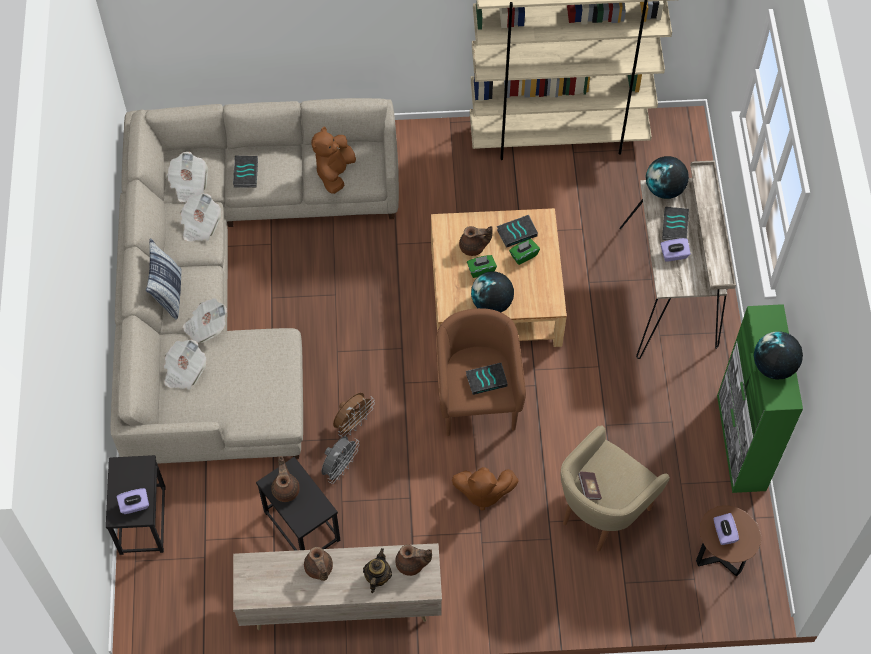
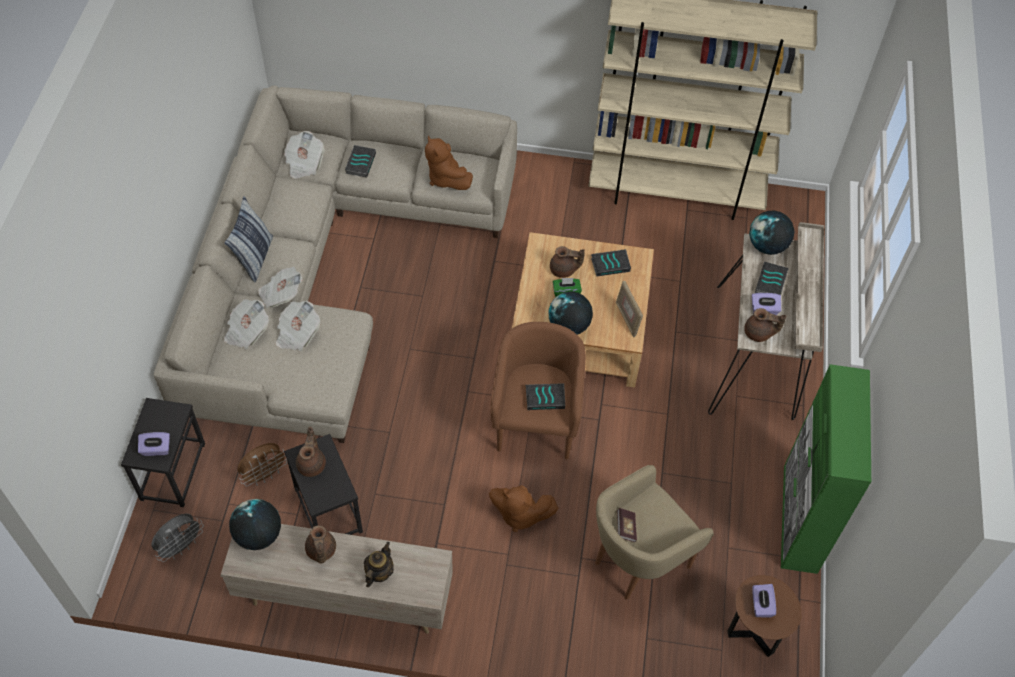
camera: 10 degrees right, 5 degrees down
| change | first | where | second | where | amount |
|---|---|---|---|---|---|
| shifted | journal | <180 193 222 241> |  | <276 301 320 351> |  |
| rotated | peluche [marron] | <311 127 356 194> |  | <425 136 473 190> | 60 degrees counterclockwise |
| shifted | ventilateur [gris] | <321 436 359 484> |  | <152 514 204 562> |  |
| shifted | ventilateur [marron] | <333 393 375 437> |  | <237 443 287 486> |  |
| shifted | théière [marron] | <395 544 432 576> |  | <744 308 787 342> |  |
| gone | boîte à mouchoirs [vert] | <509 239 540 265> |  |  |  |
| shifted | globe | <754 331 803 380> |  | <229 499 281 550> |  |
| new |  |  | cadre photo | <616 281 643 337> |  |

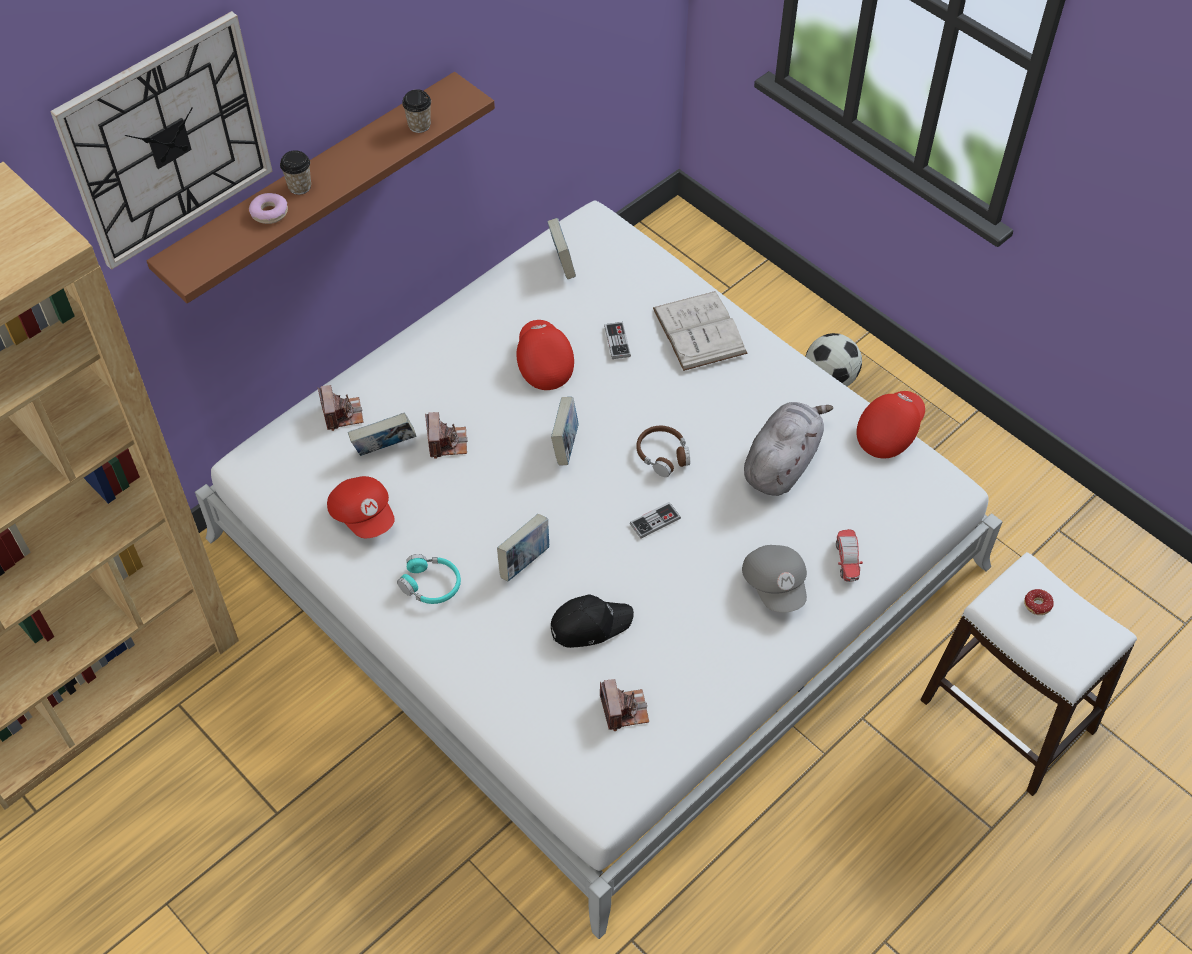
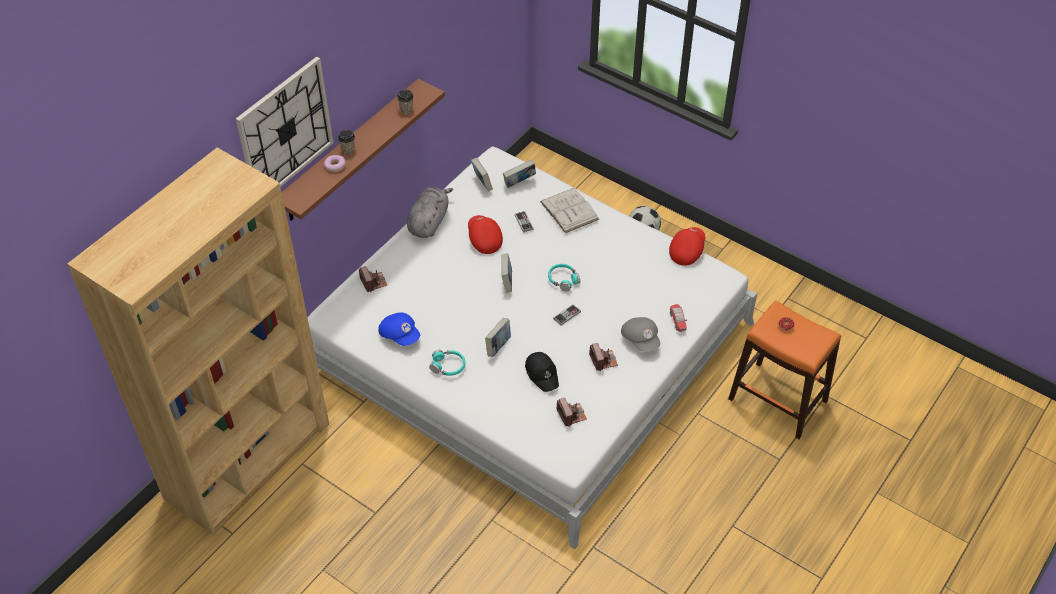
camera: 10 degrees left, 5 degrees down
| change | first | where | second | where | amount |
|---|---|---|---|---|---|
| repainted | casquette [rouge] | <327 476 395 538> | casquette [bleu] | <378 313 420 346> |  |
| shifted | livre | <348 413 416 456> |  | <503 159 536 188> |  |
| shifted | appareil photo | <425 412 468 459> |  | <589 343 618 371> |  |
| rotated | casquette [noir] | <551 594 634 648> |  | <525 352 559 392> | 90 degrees clockwise |
| repainted | casque audio [marron] | <636 426 690 477> | casque audio [turquoise] | <548 264 580 292> |  |
| shifted | peluche [gris] | <744 402 833 496> |  | <407 187 453 238> |  |
| repainted | tabouret [blanc] | <921 552 1137 796> | tabouret [orange] | <728 301 841 439> |  |

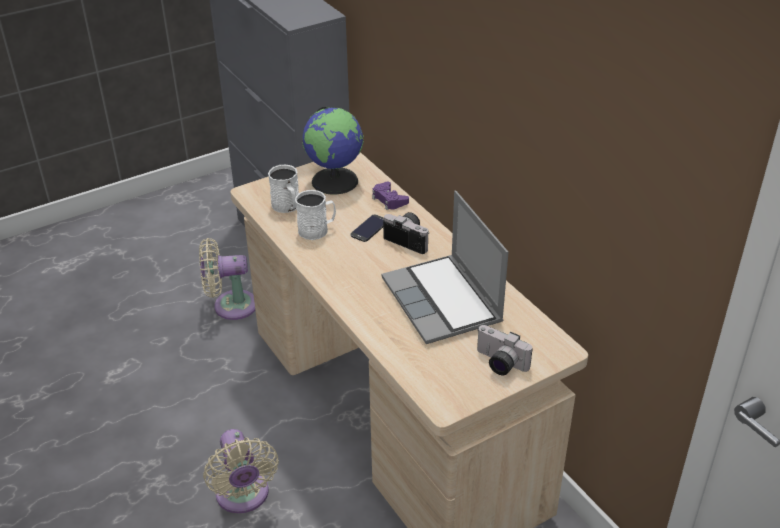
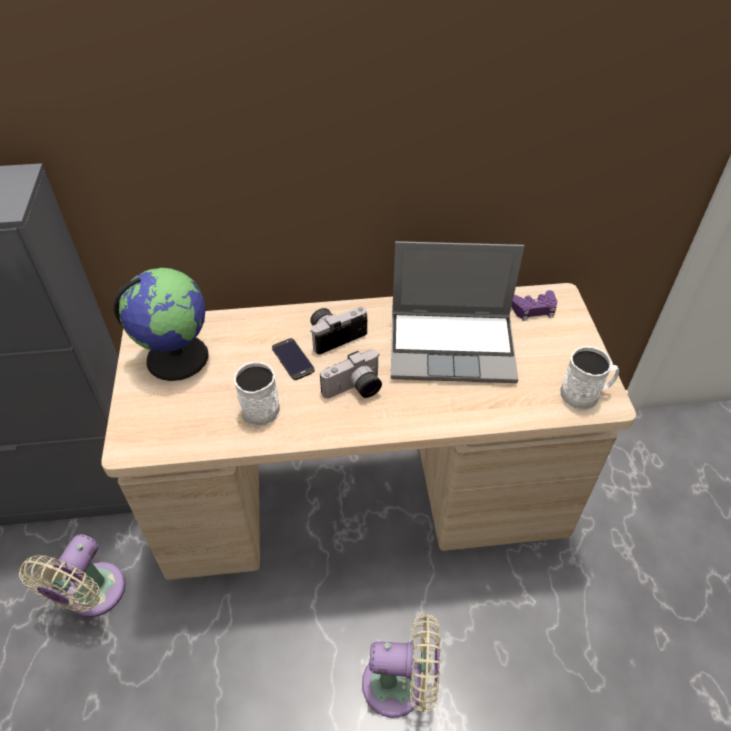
camera: 65 degrees left, 10 degrees up
| change | first | where | second | where | amount |
|---|---|---|---|---|---|
| shifted | mug [blanc] | <268 165 299 213> |  | <560 346 619 409> |  |
| shifted | manette [violet] | <372 182 409 210> |  | <511 290 557 321> |  |
| shifted | appareil photo | <477 325 533 375> |  | <320 349 382 399> |  |

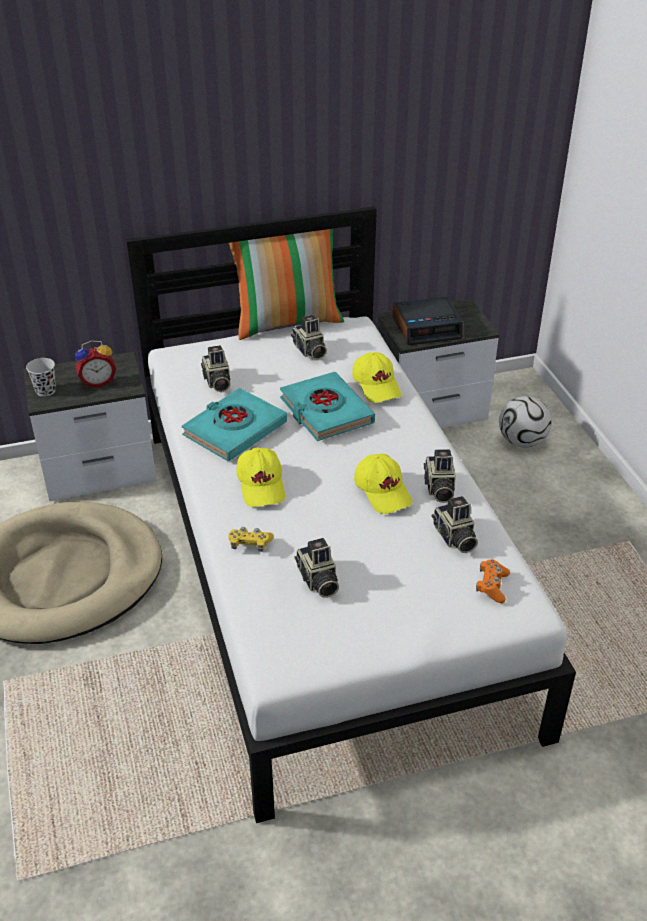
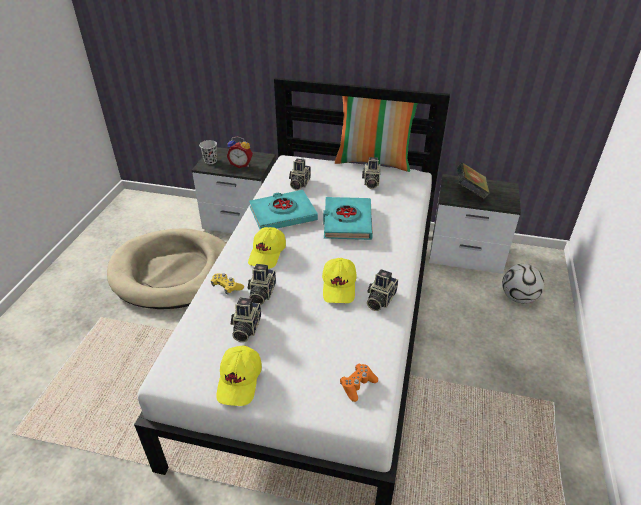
camera: 30 degrees right, 0 degrees up
| change | first | where | second | where | amount |
|---|---|---|---|---|---|
| shifted | casquette [jaune] | <352 352 401 403> |  | <216 346 262 406> |  |
| swapped | réveil | <393 297 463 345> | livre | <457 162 490 200> |  |
| shifted | appareil photo | <432 496 478 553> |  | <248 264 276 305> |  |

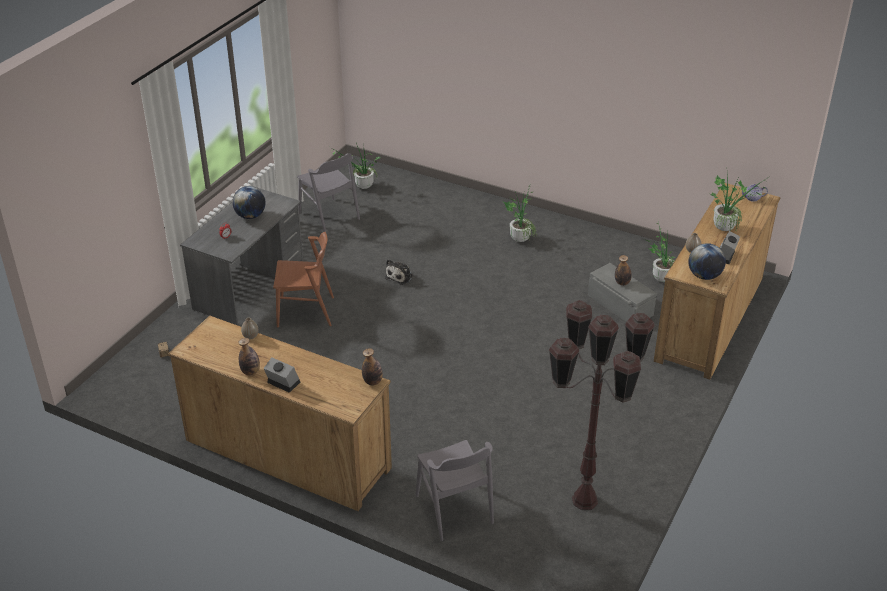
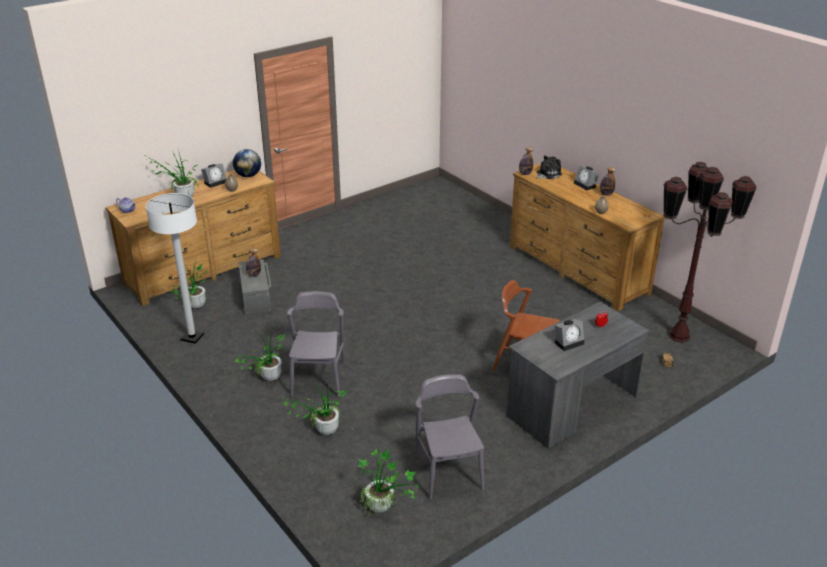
camera: 155 degrees left, 5 degrees down
| change | first | where | second | where | amount |
|---|---|---|---|---|---|
| swapped | globe | <232 186 266 219> | réveil | <554 319 584 351> |  |
| shifted | peluche | <385 259 413 285> |  | <536 155 562 179> |  |
| shifted | chaise [gris] | <416 440 494 541> |  | <287 291 345 397> |  |
| shifted | lampadaire [marron] | <549 300 655 510> |  | <664 162 756 343> |  |
| new |  |  | lampadaire [blanc] | <146 193 204 343> |  |
| new |  |  | plante en pot | <281 384 349 435> |  |

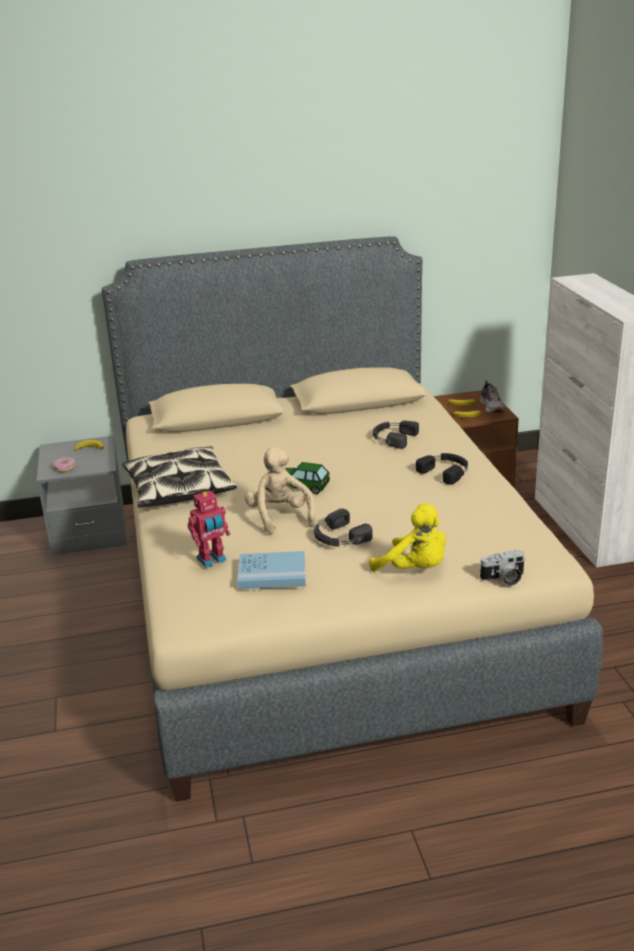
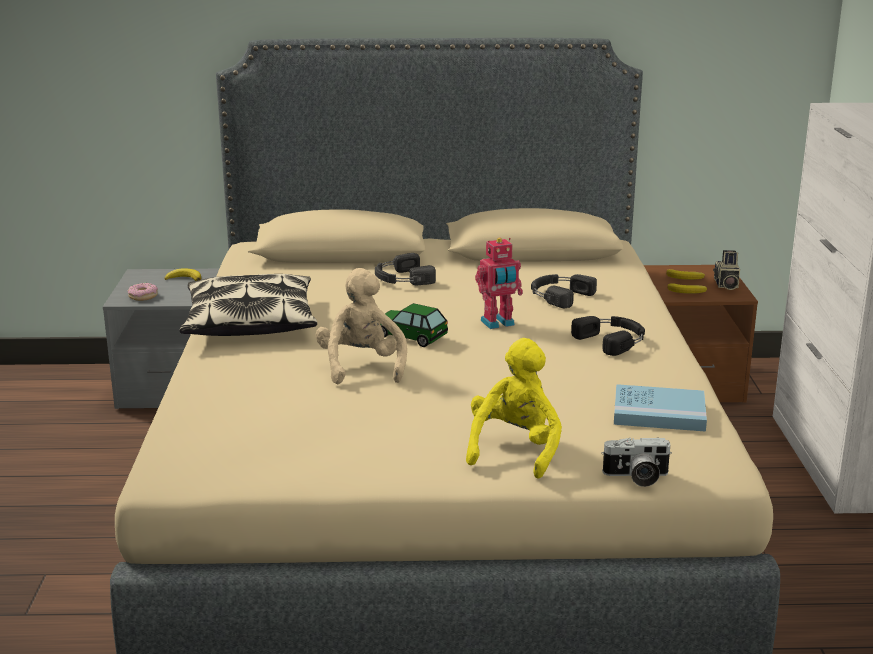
camera: 10 degrees right, 5 degrees down
| change | first | where | second | where | amount |
|---|---|---|---|---|---|
| shifted | robot jouet | <188 490 230 568> |  | <475 238 523 329> |  |
| shifted | livre [bleu] | <237 551 306 589> |  | <614 384 707 432> |  |
| shifted | casque audio [noir] | <314 509 373 547> |  | <375 253 436 285> |  |
| rotated | peluche [jaune] | <369 504 446 571> |  | <466 338 562 479> | 120 degrees counterclockwise |
| swapped | chaussure | <480 381 505 413> | appareil photo | <713 250 740 290> |  |

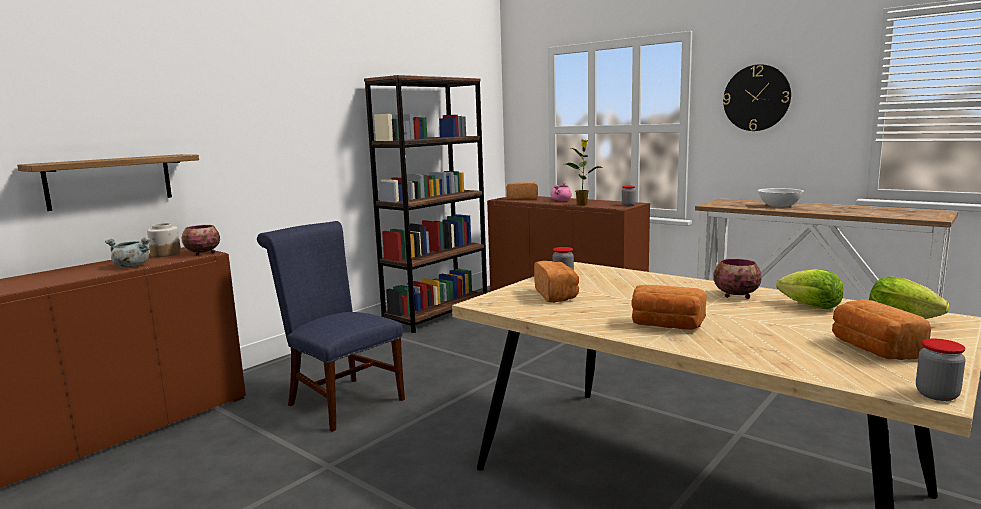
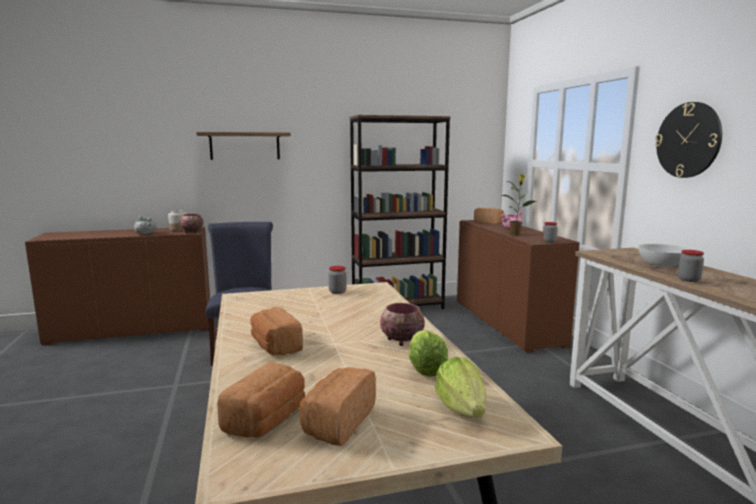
camera: 35 degrees right, 0 degrees up
| change | first | where | second | where | amount |
|---|---|---|---|---|---|
| shifted | étagère | <17 154 199 211> |  | <196 132 291 160> |  |
| shifted | pain | <534 261 579 303> |  | <217 362 305 438> |  |
| shifted | bocal | <916 339 966 401> |  | <678 250 704 282> |  |

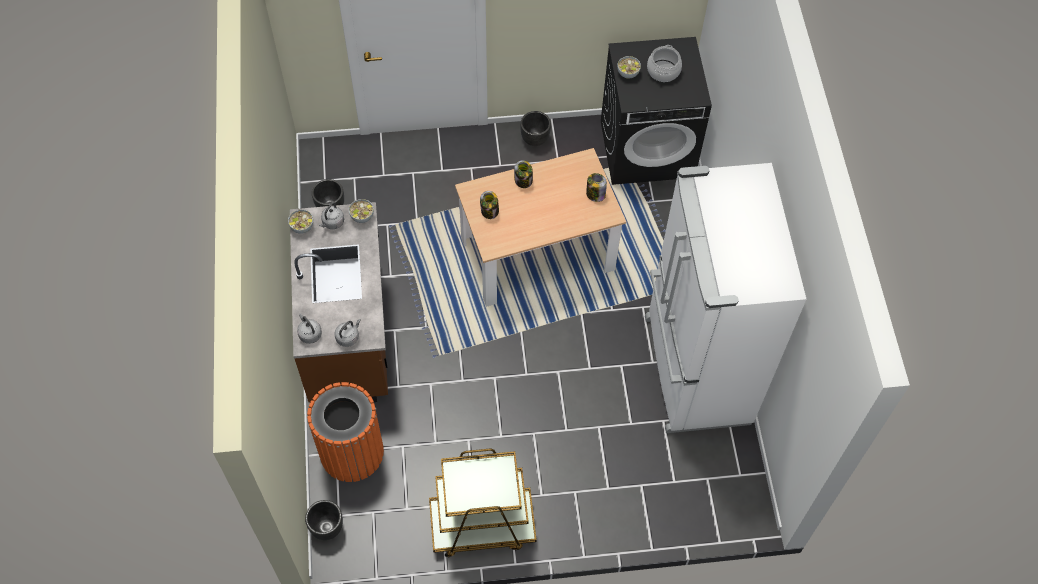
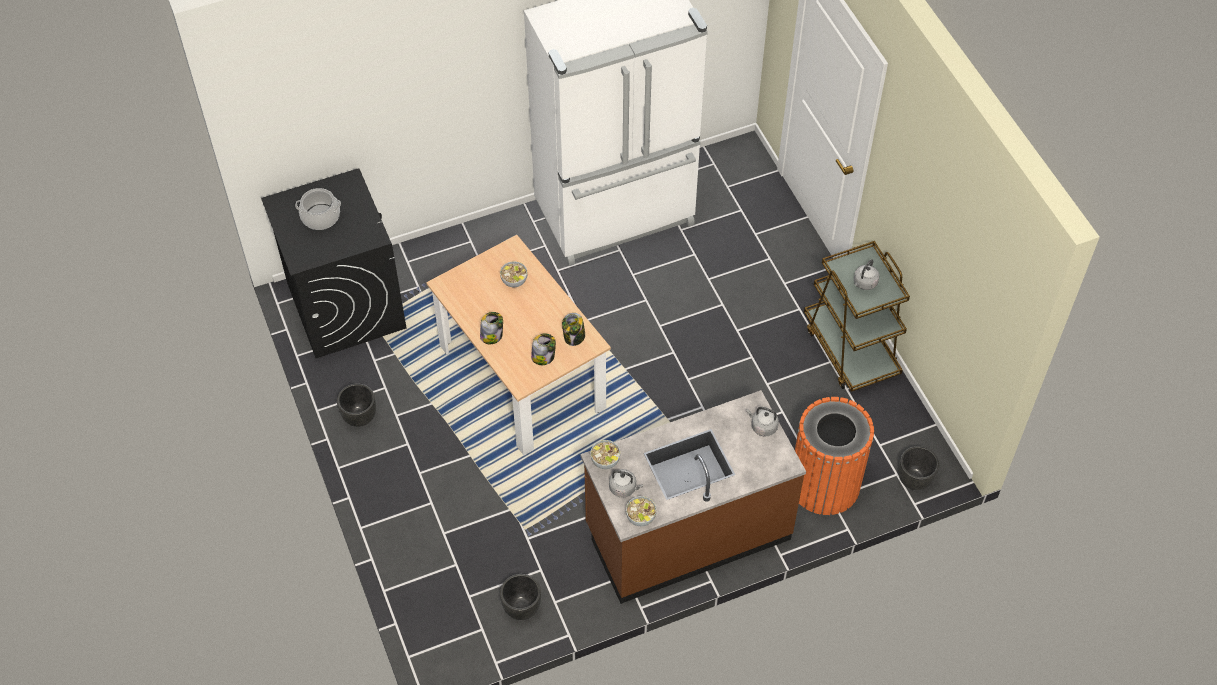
camera: 105 degrees left, 5 degrees down
| change | first | where | second | where | amount |
|---|---|---|---|---|---|
| shifted | bouilloire [gris] | <297 313 322 344> |  | <854 259 879 290> |  |
| shifted | bocal | <586 173 607 202> |  | <562 313 585 346> |  |
| shifted | bol | <617 56 641 79> |  | <500 261 527 287> |  |

